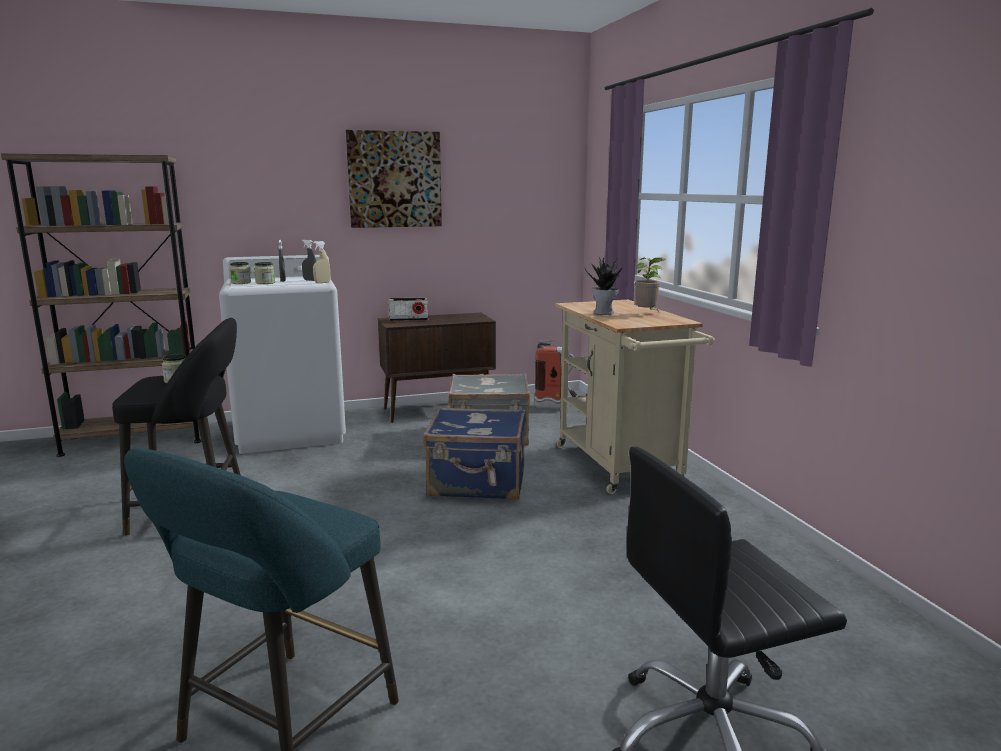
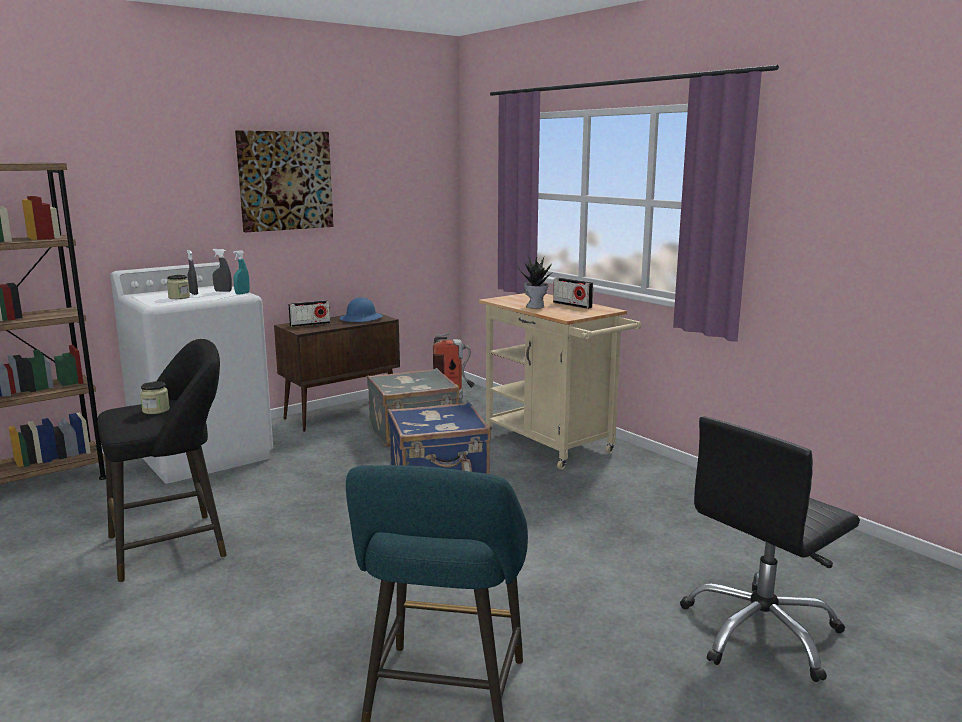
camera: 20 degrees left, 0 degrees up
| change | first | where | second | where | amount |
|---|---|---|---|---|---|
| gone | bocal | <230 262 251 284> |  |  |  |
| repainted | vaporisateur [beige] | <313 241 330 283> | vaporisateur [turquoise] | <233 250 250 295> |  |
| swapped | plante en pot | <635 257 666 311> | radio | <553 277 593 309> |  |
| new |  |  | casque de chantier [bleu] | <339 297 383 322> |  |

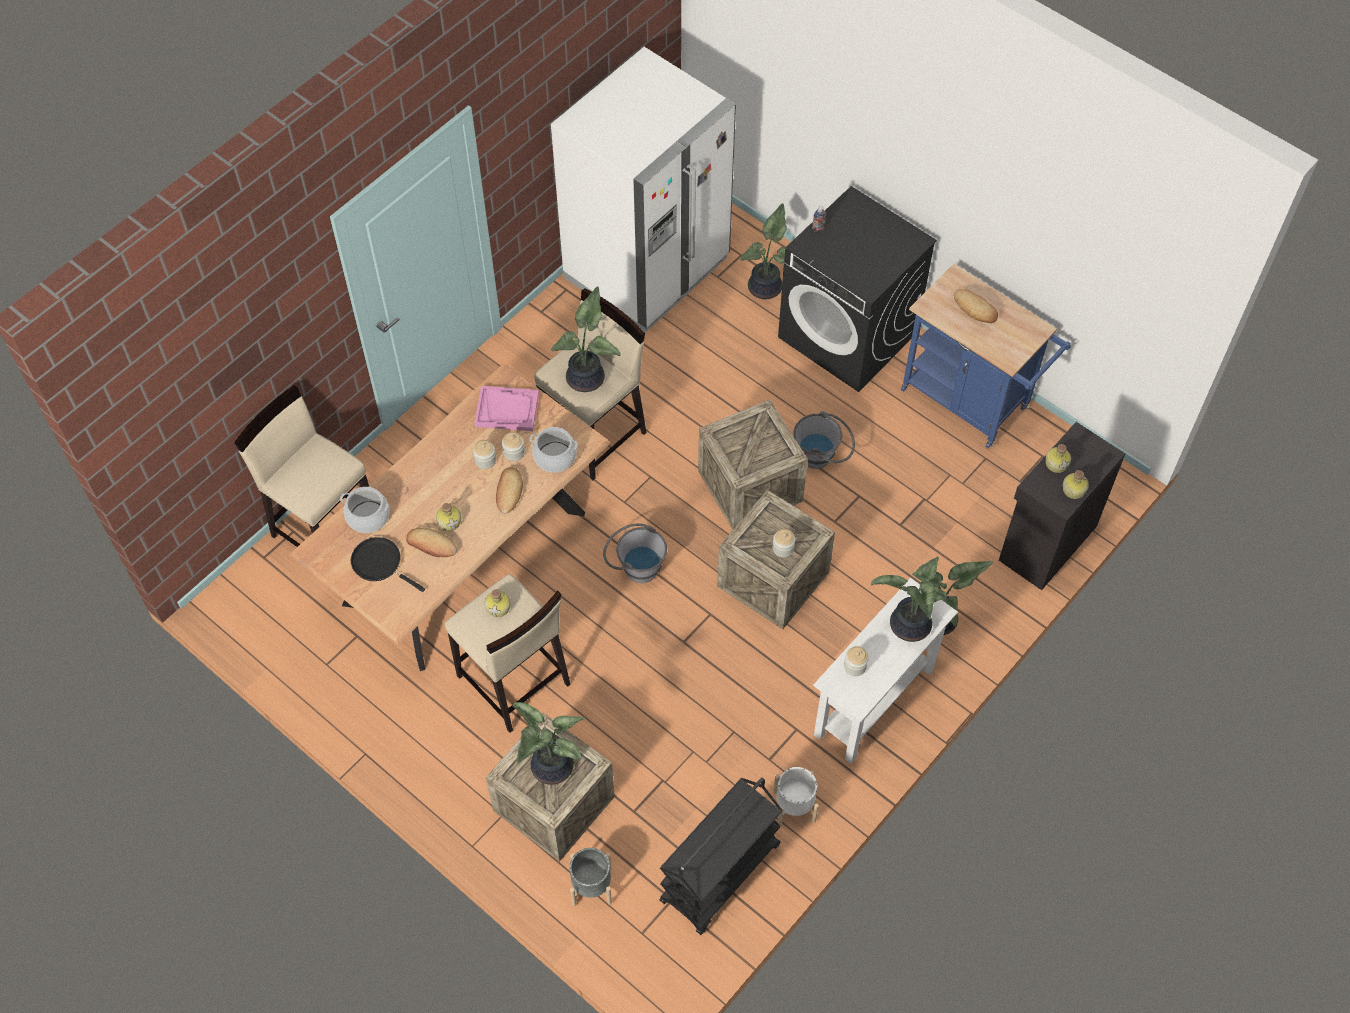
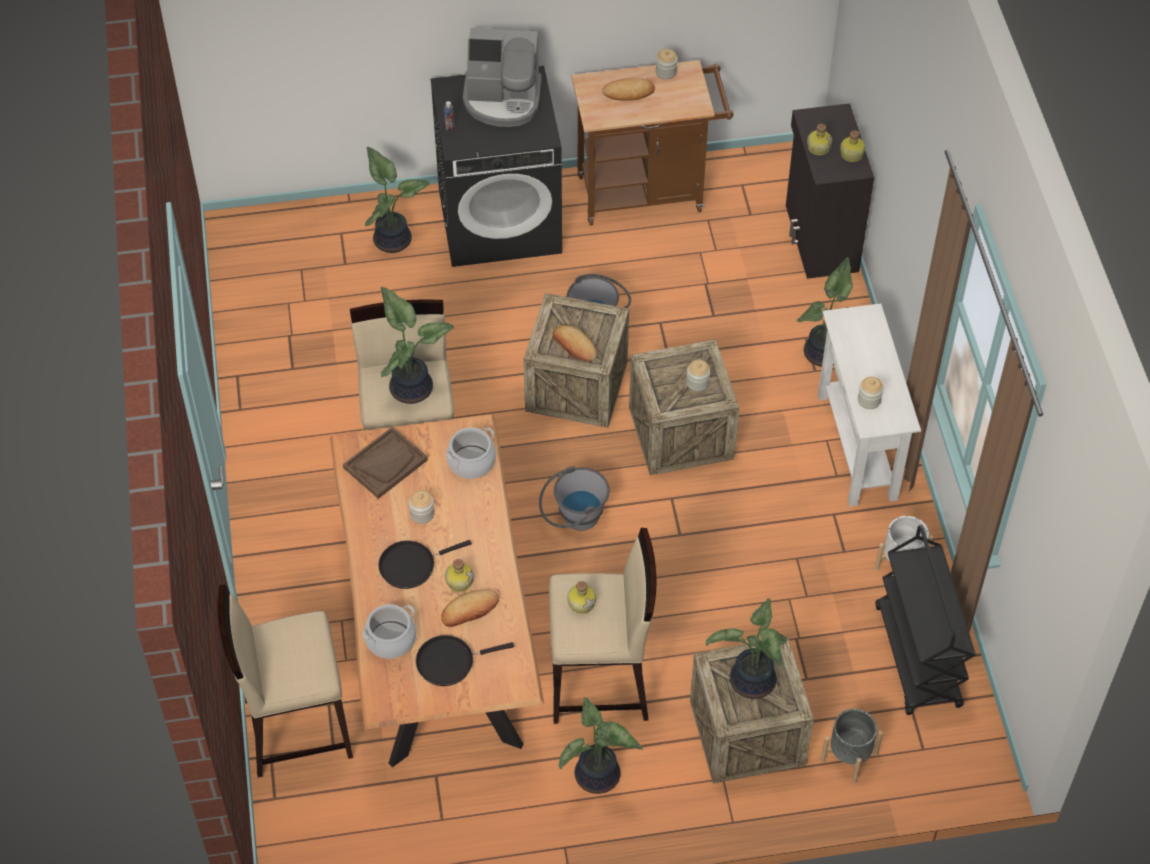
camera: 50 degrees left, 5 degrees down
| change | first | where | second | where | amount |
|---|---|---|---|---|---|
| repainted | plateau [rose] | <474 386 539 431> | plateau [marron] | <343 427 428 499> |  |
| shifted | pain | <496 467 523 513> |  | <553 325 597 361> |  |
| shifted | bocal | <502 432 525 461> |  | <656 49 678 80> |  |
| gone | réfrigérateur [blanc] | <551 47 736 333> |  |  |  |
| shifted | plante en pot | <871 557 947 642> |  | <558 697 643 794> |  |
| repainted | chariot [bleu] | <901 264 1071 448> | chariot [marron] | <572 60 733 225> |  |
| new |  |  | poêle [noir] | <378 540 472 589> |  |
| new |  |  | machine à café | <463 28 542 127> |  |

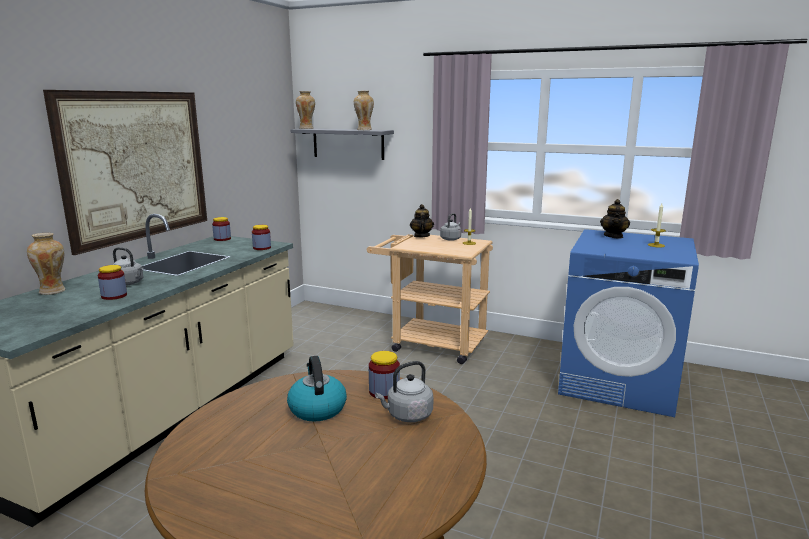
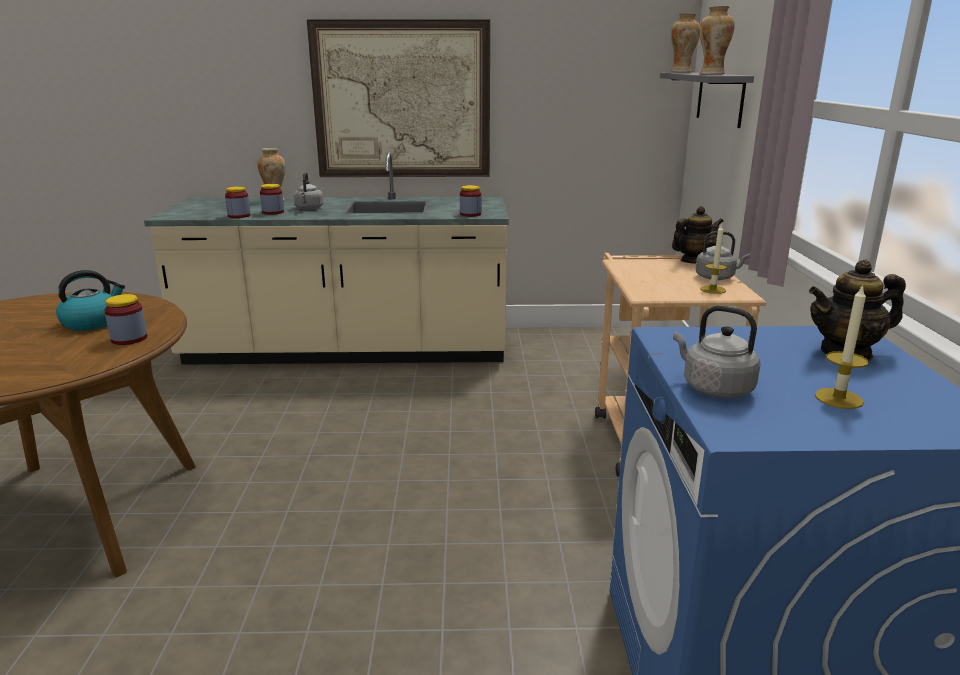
camera: 65 degrees right, 5 degrees up
| change | first | where | second | where | amount |
|---|---|---|---|---|---|
| shifted | bocal | <212 217 231 241> |  | <225 187 251 218> |  |
| shifted | bouilloire [gris] | <375 361 433 422> |  | <673 305 761 398> |  |

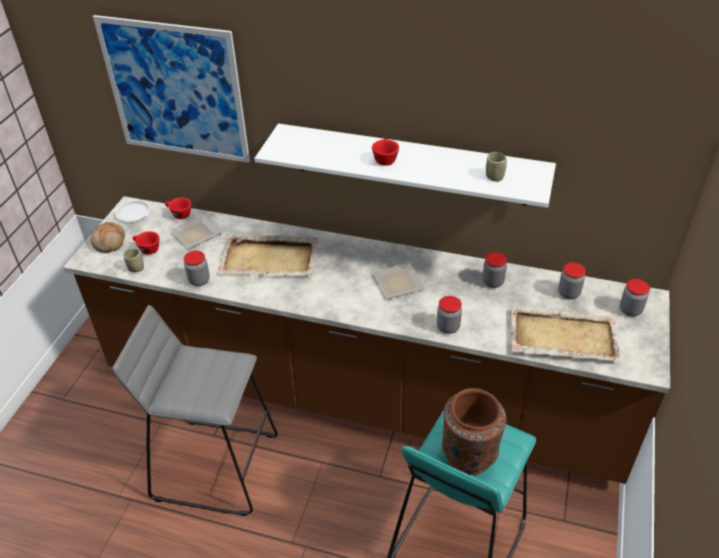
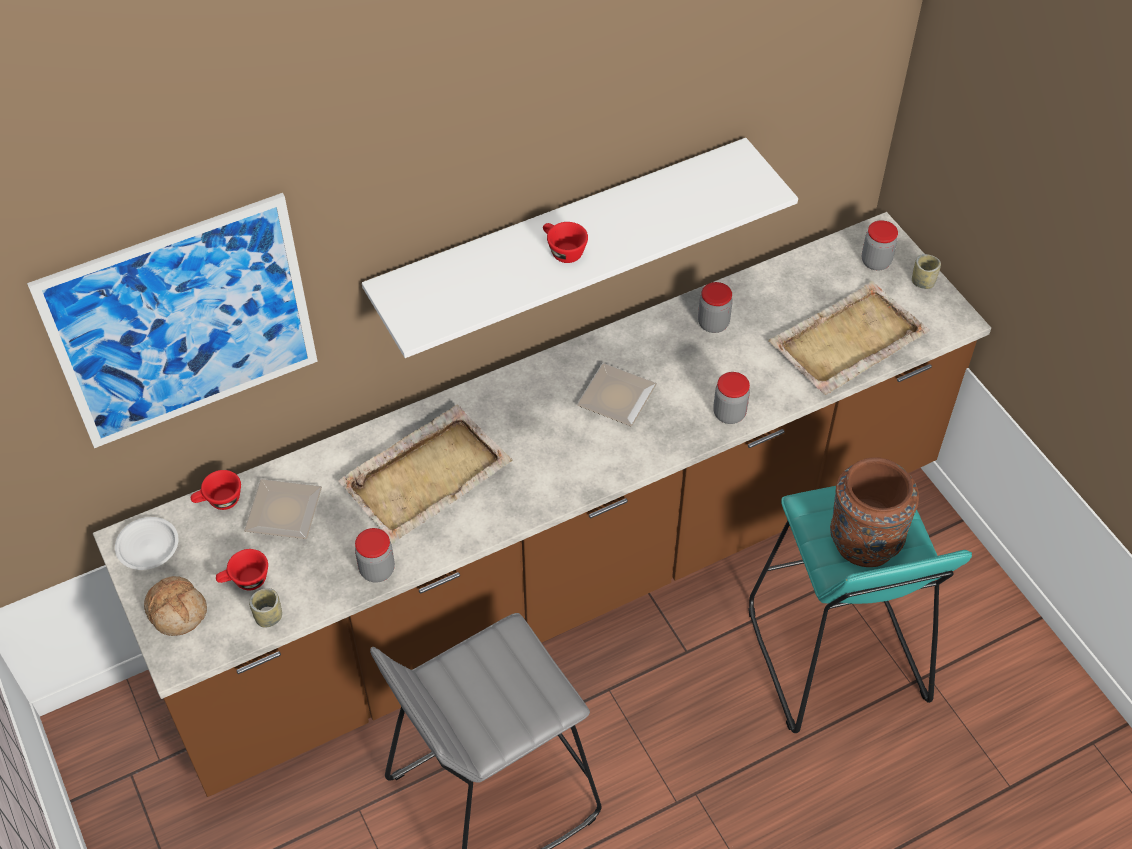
camera: 45 degrees left, 10 degrees up
| change | first | where | second | where | amount |
|---|---|---|---|---|---|
| shifted | tasse | <486 152 507 182> |  | <912 254 941 289> |  |
| gone | bocal | <558 263 586 299> |  |  |  |

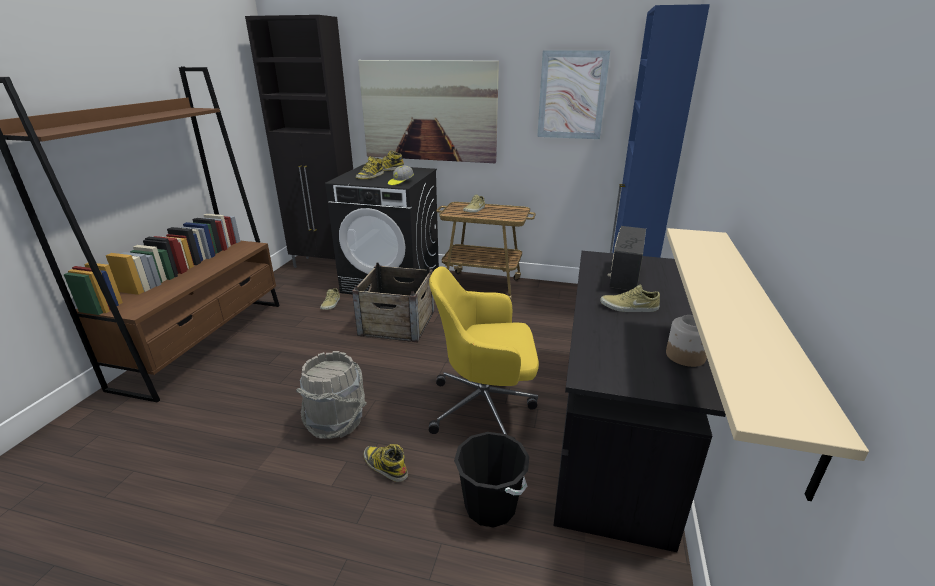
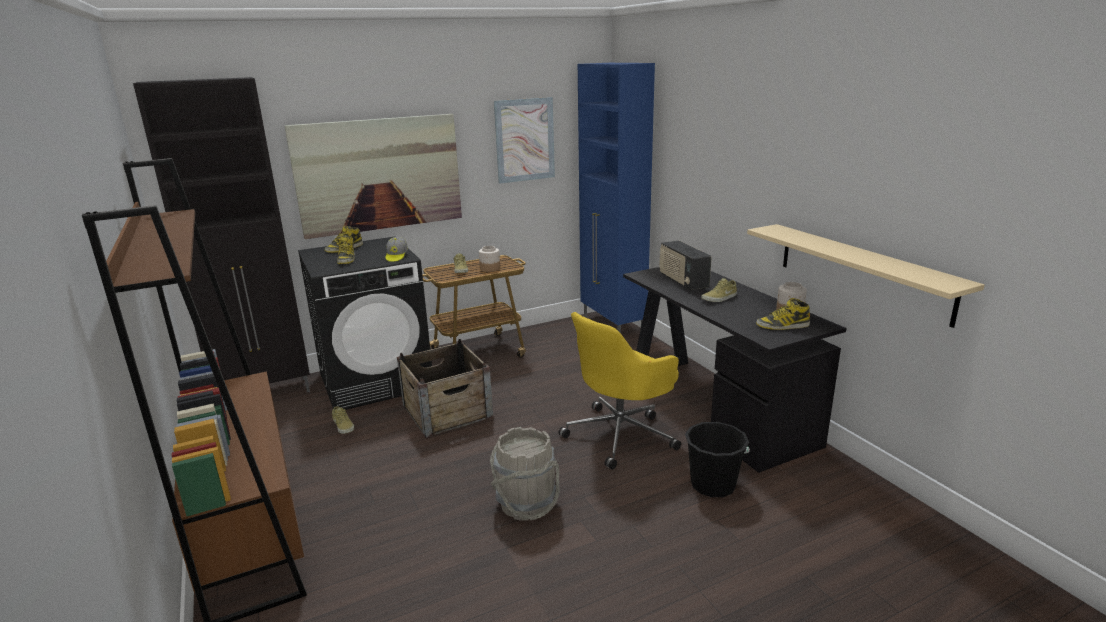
camera: 40 degrees left, 5 degrees down
| change | first | where | second | where | amount |
|---|---|---|---|---|---|
| shifted | botte | <364 444 408 482> |  | <756 298 810 330> |  |
| new |  |  | bocal | <479 246 500 272> |  |

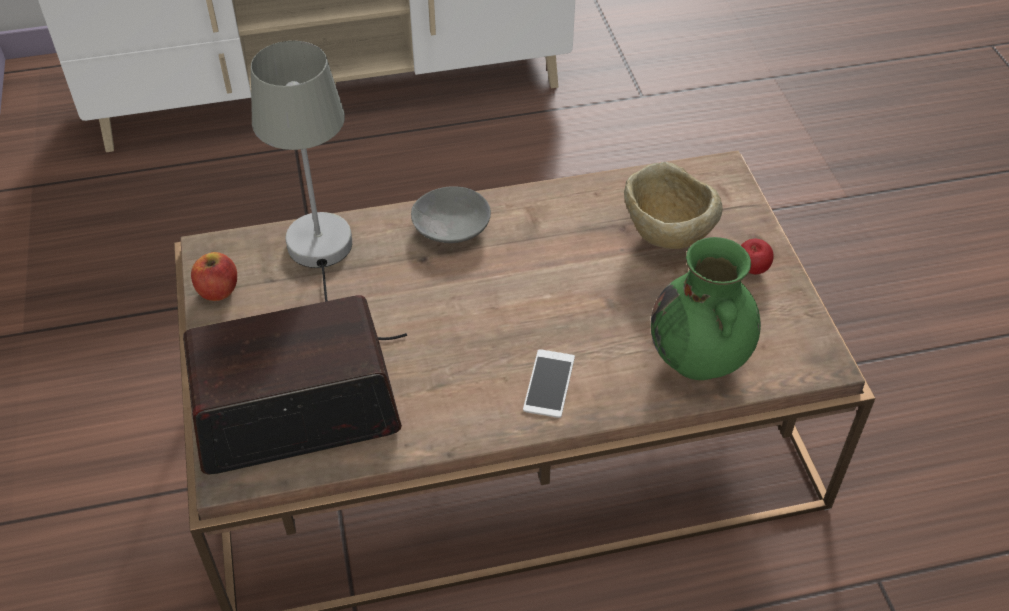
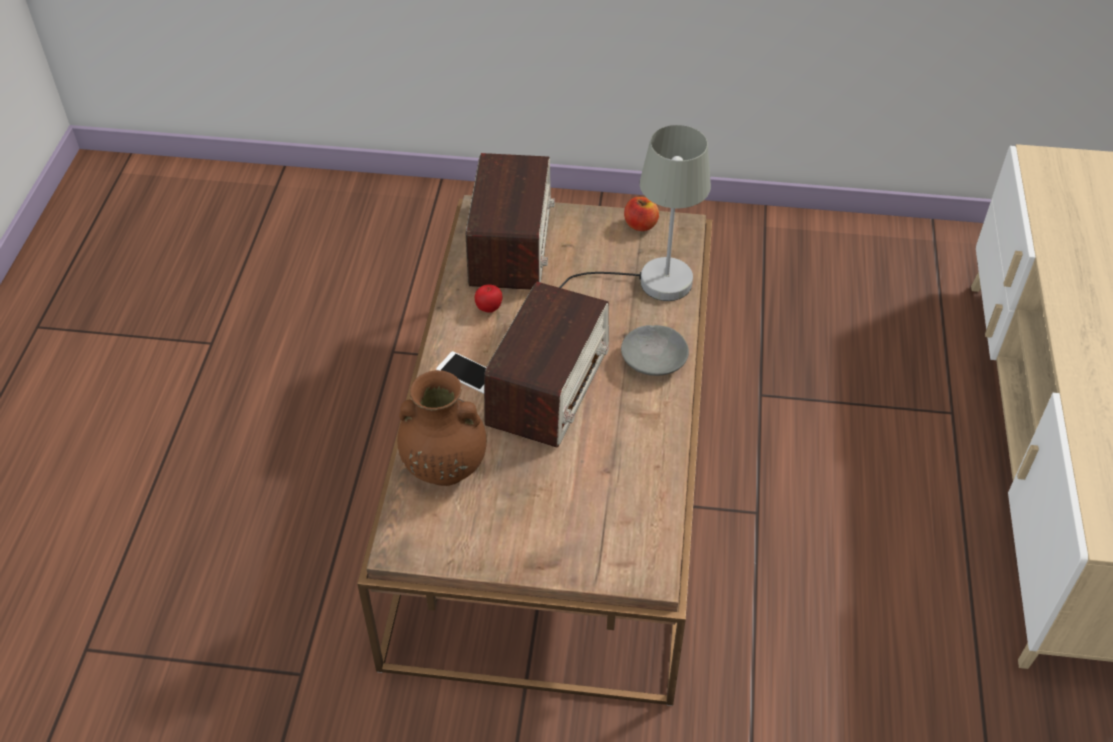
camera: 110 degrees right, 0 degrees up
| change | first | where | second | where | amount |
|---|---|---|---|---|---|
| gone | bol [beige] | <624 162 722 249> |  |  |  |
| repainted | vase [vert] | <651 237 761 380> | vase [marron] | <397 370 487 486> |  |
| shifted | pomme | <741 239 774 274> |  | <475 284 502 313> |  |
| new |  |  | radio | <484 282 609 448> |  |

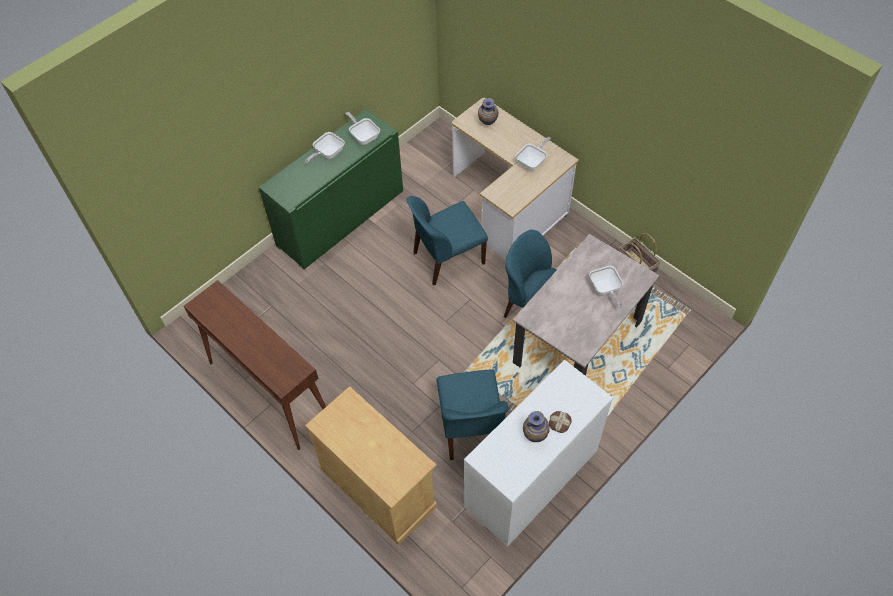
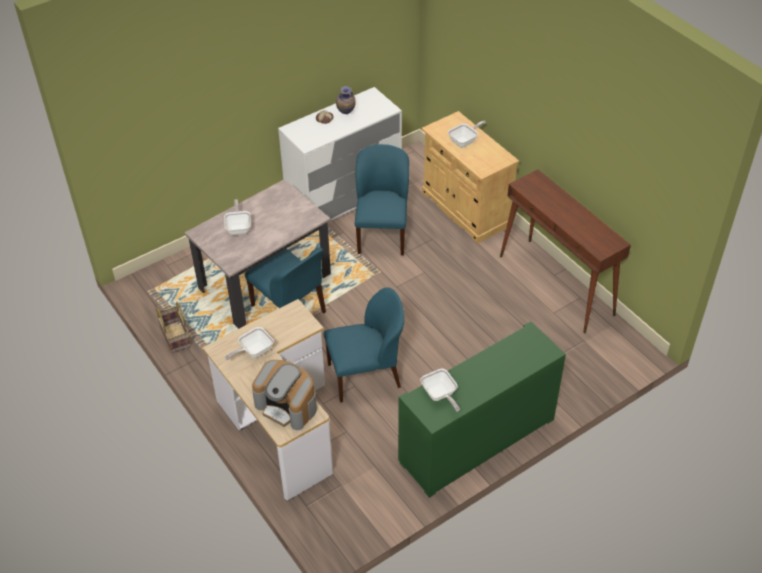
camera: 170 degrees left, 10 degrees down
| change | first | where | second | where | amount |
|---|---|---|---|---|---|
| shifted | poêle | <305 132 345 164> |  | <448 121 486 148> |  |
| swapped | vase | <478 98 498 125> | machine à café | <252 360 317 430> |  |

